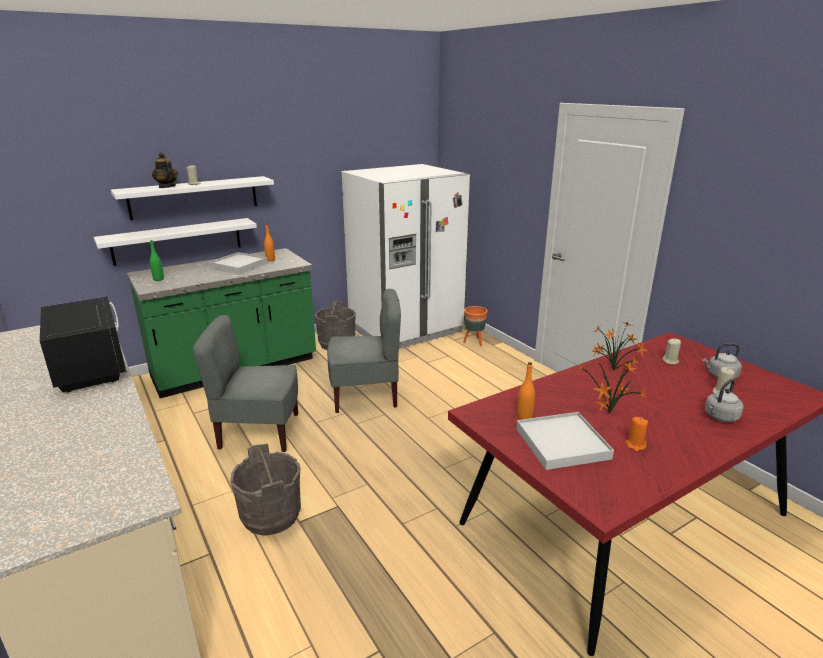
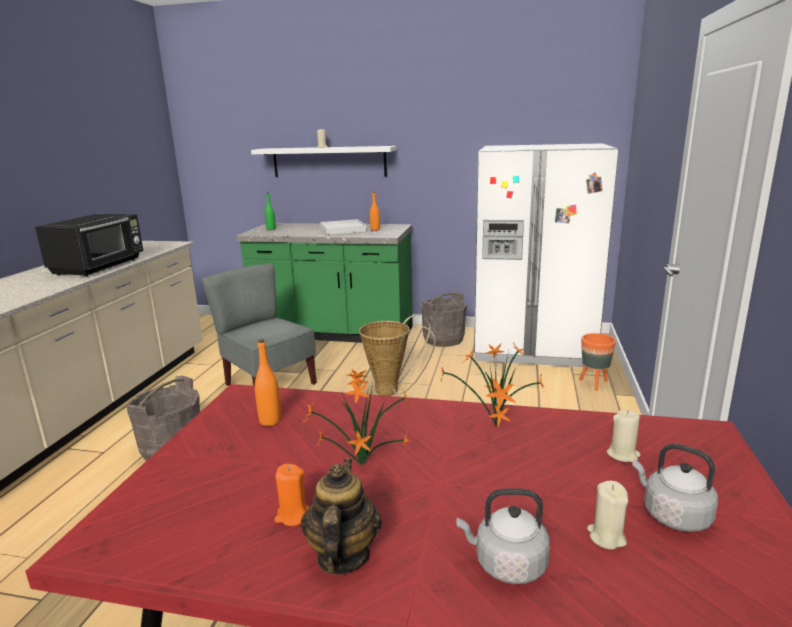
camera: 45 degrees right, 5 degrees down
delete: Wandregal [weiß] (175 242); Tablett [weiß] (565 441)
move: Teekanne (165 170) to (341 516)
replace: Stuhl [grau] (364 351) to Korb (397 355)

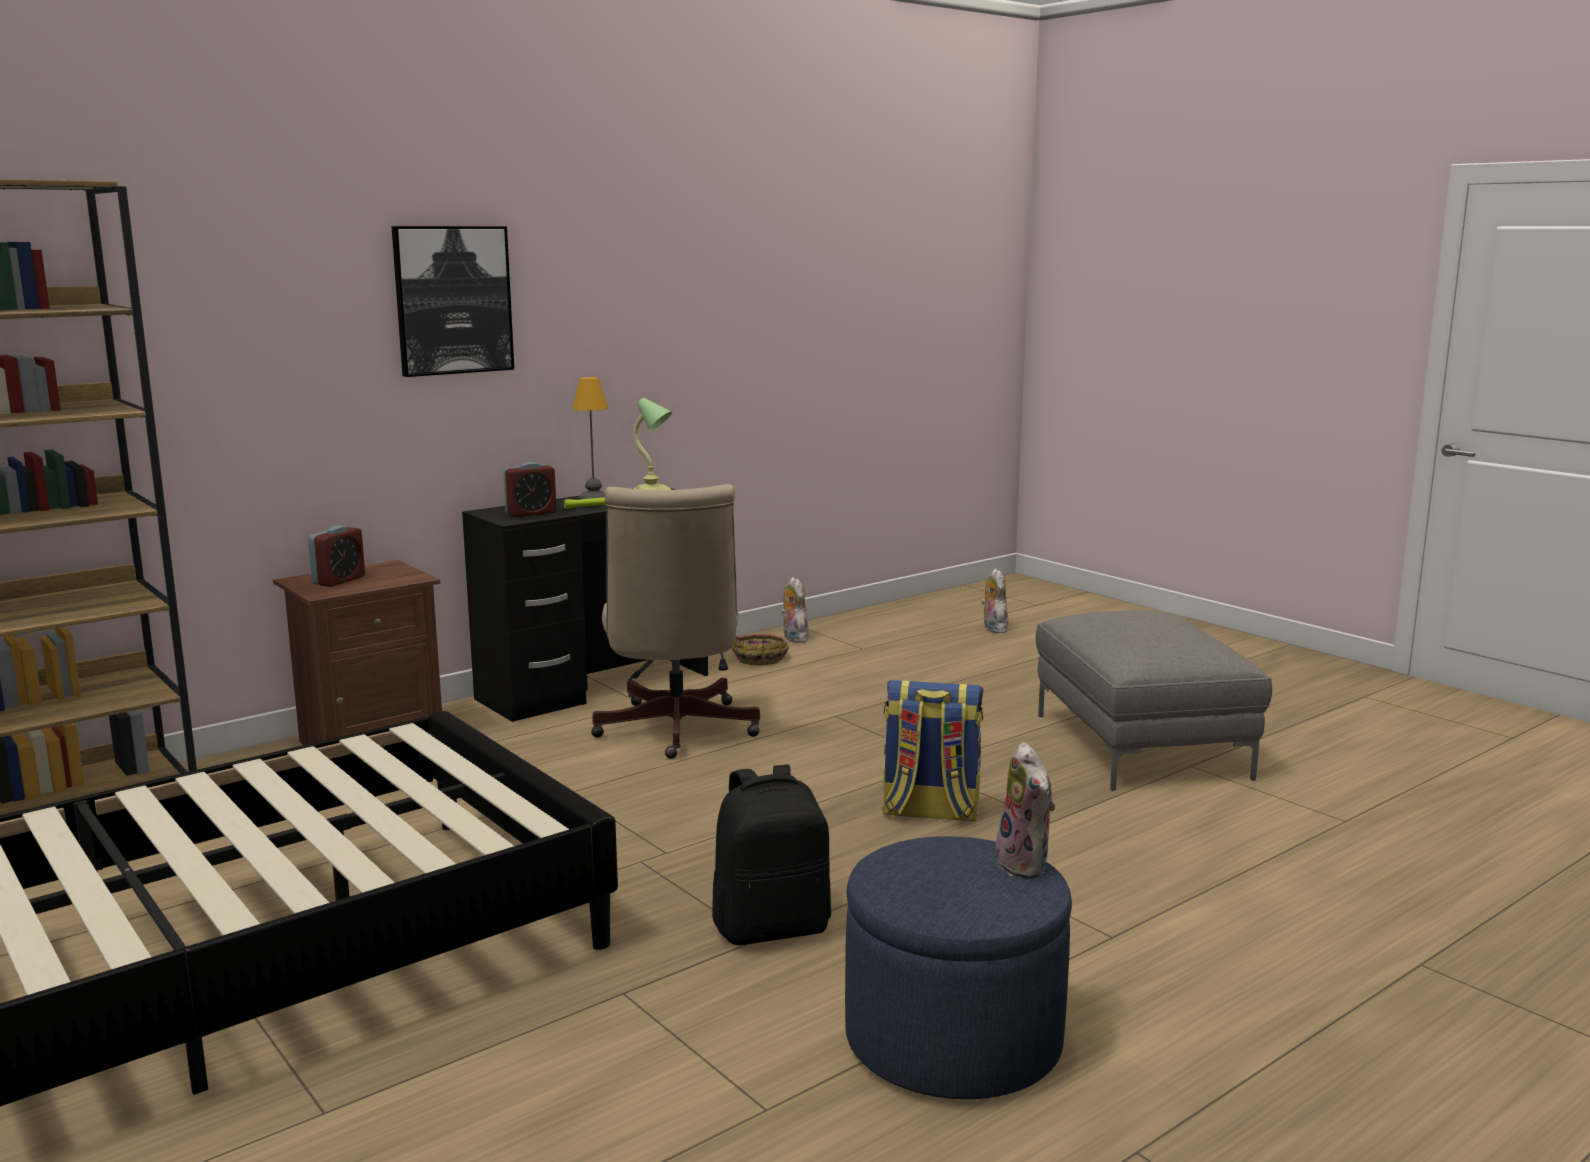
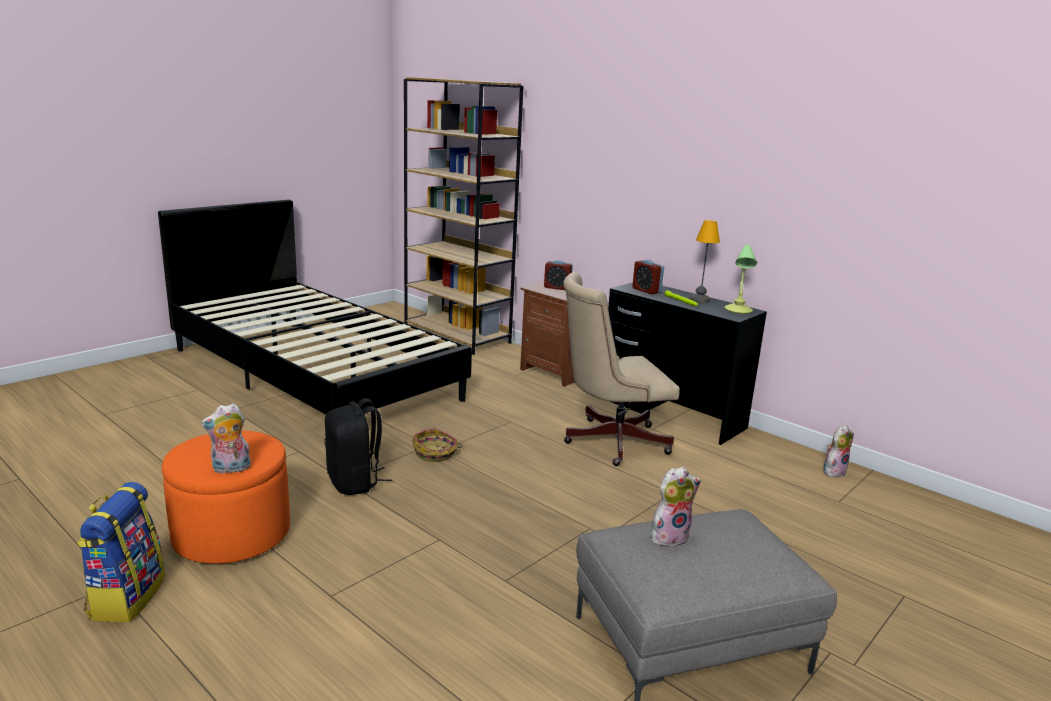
camera: 80 degrees right, 5 degrees up
delete: Bild (453 301)
move: Plüschtier (994 601) to (676 507); Korb (760 650) to (437 445); Rucksack (932 751) to (121 552)
recolor: Polsterhocker [blau] (958 967) to Polsterhocker [orange] (226 497)

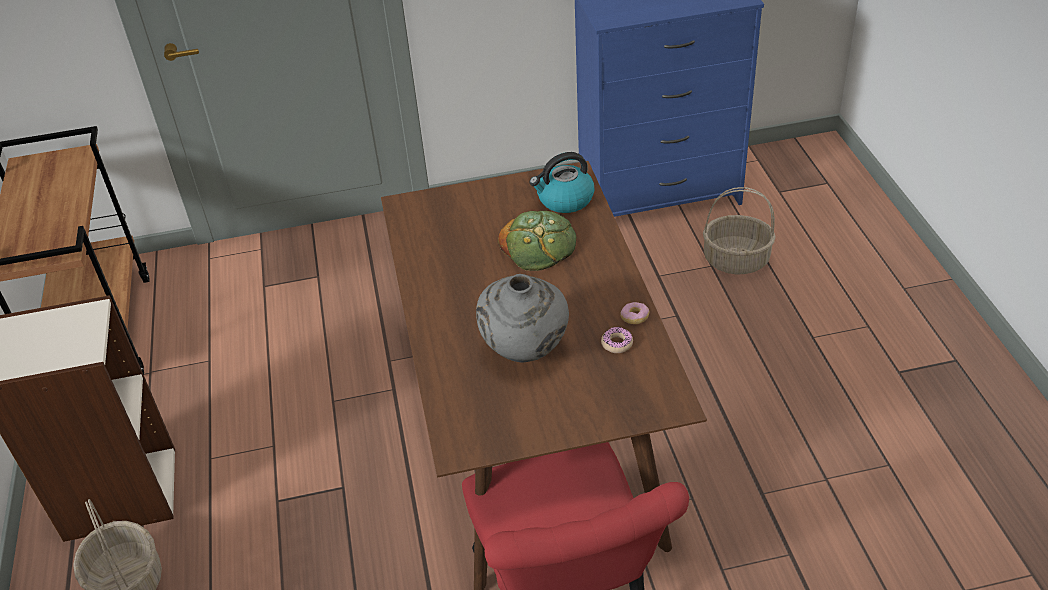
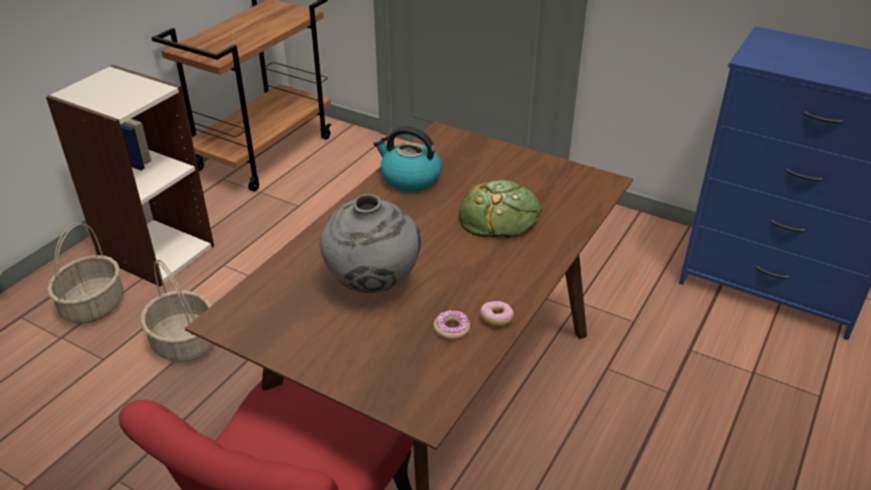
camera: 40 degrees right, 5 degrees down
move: Wasserkessel (561 182) to (407 159); Korb (739 231) to (177 311)

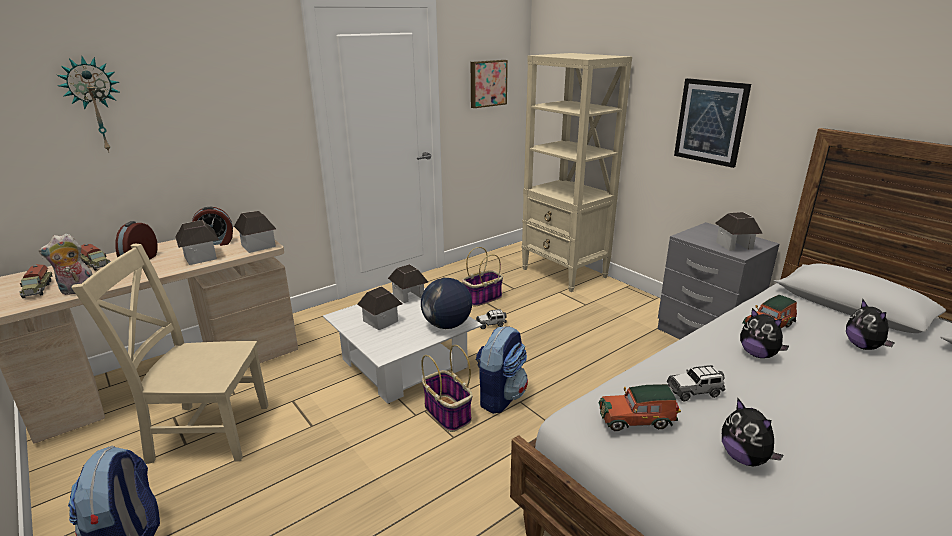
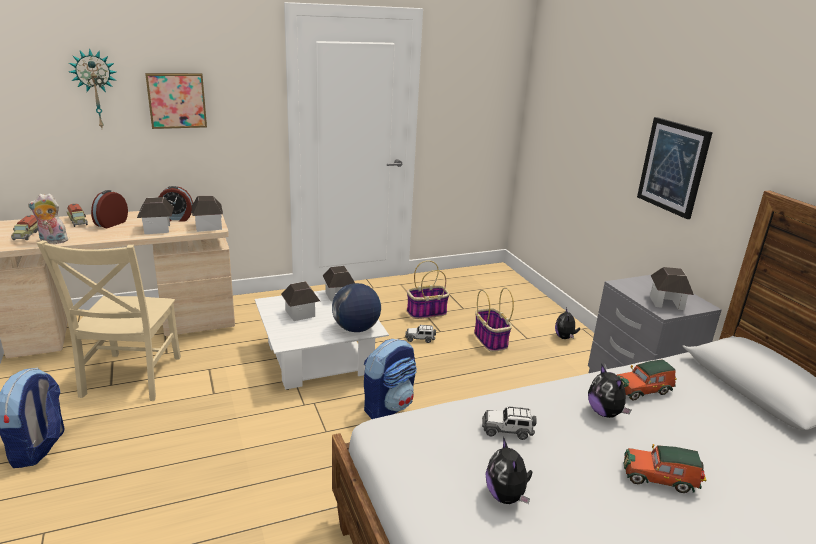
camera: 15 degrees right, 0 degrees up
delete: Bücherregal [beige] (576 172)
move: Bild (489 84) to (176 101); Plüschtier (870 324) to (567 323); Korb (447 388) to (494 320); Spielzeugauto (639 407) to (665 468)
rotate: Stuhl [beige] (170 353) = (109 320) 105 degrees counterclockwise

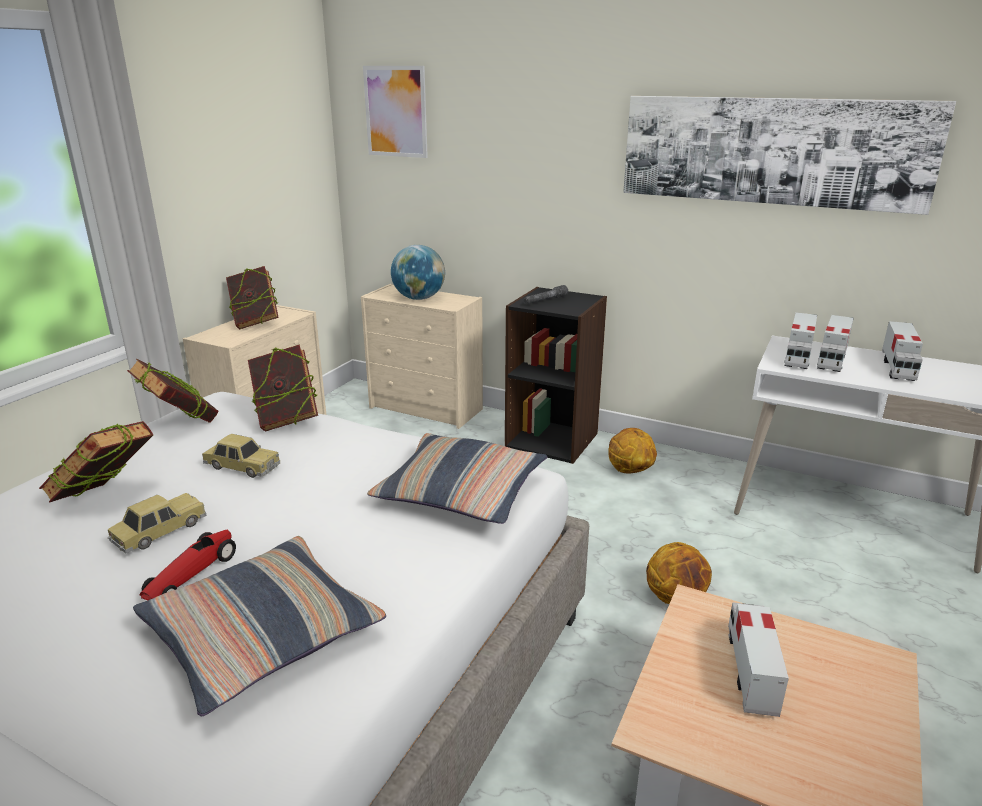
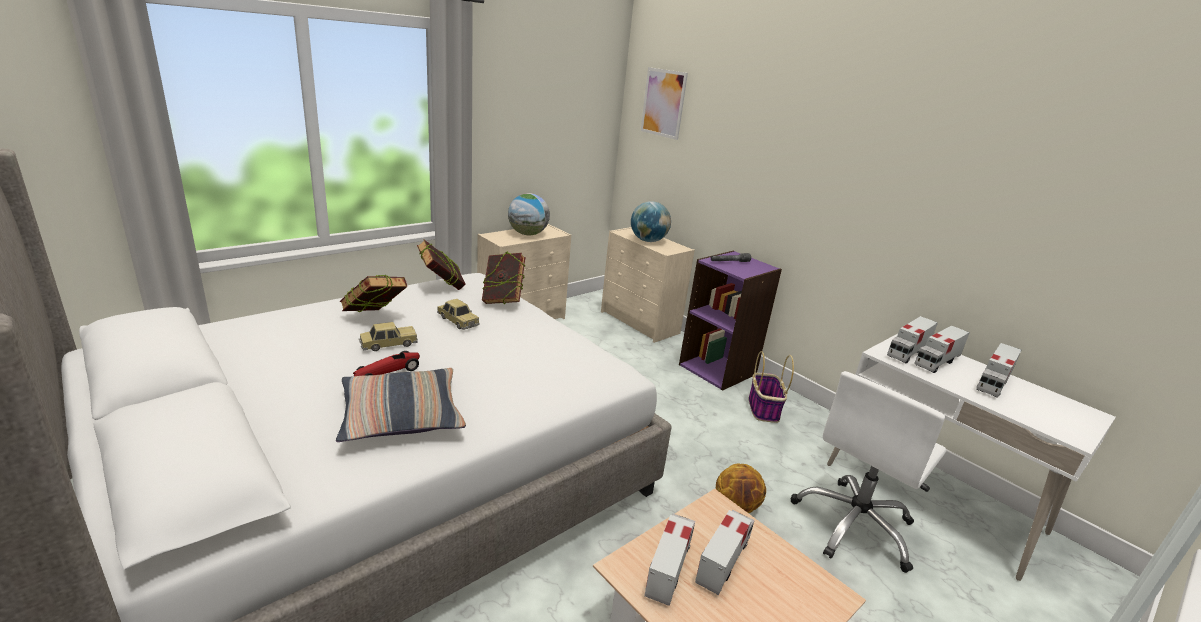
camera: 20 degrees right, 0 degrees up
delete: Bild (789 155); Kissen (457 478)
insert: Bürostuhl [weiß] (868 472); Spielzeuglaster (669 560)
replace: Buch (252 297) to Globus (529 214); Basketball (632 451) to Korb (771 387)
recolor: Bücherregal [schwarz] (556 375) to Bücherregal [lila] (730 321)

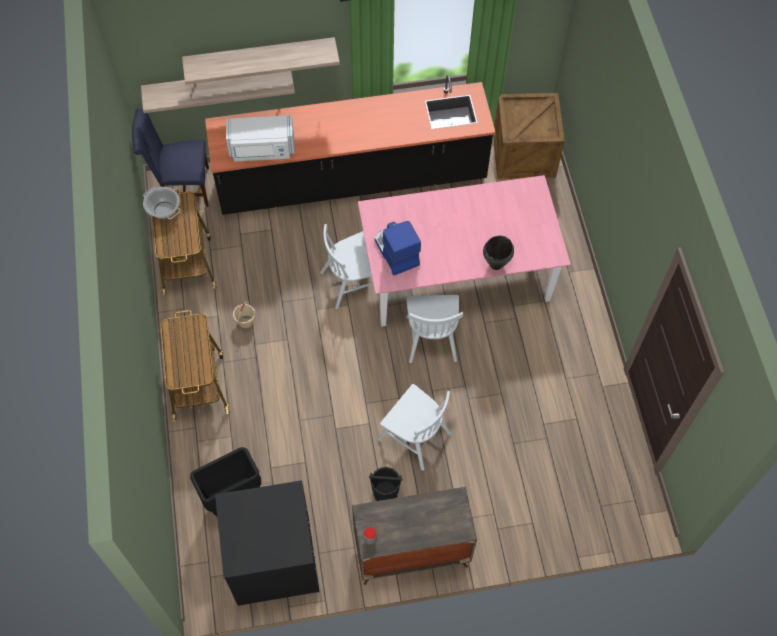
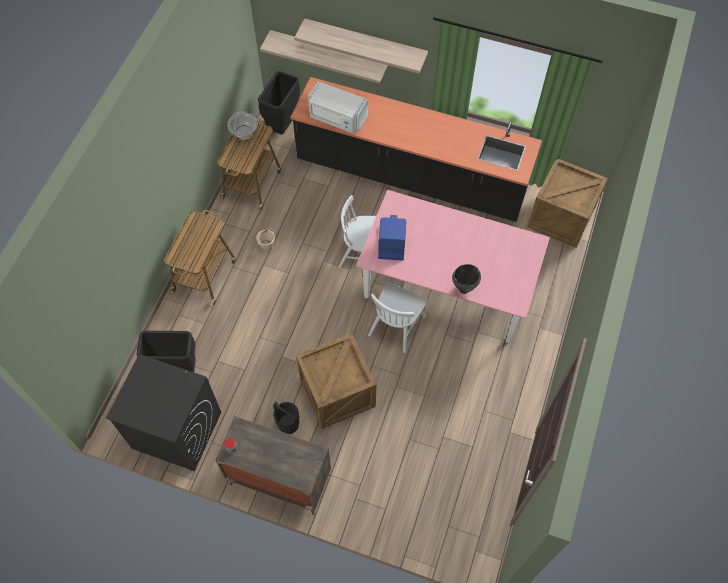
camera: 30 degrees right, 0 degrees up
replace: Stuhl [blau] (170 157) to Mülleimer [schwarz] (279 102); Stuhl [weiß] (415 427) to Kiste (336 381)

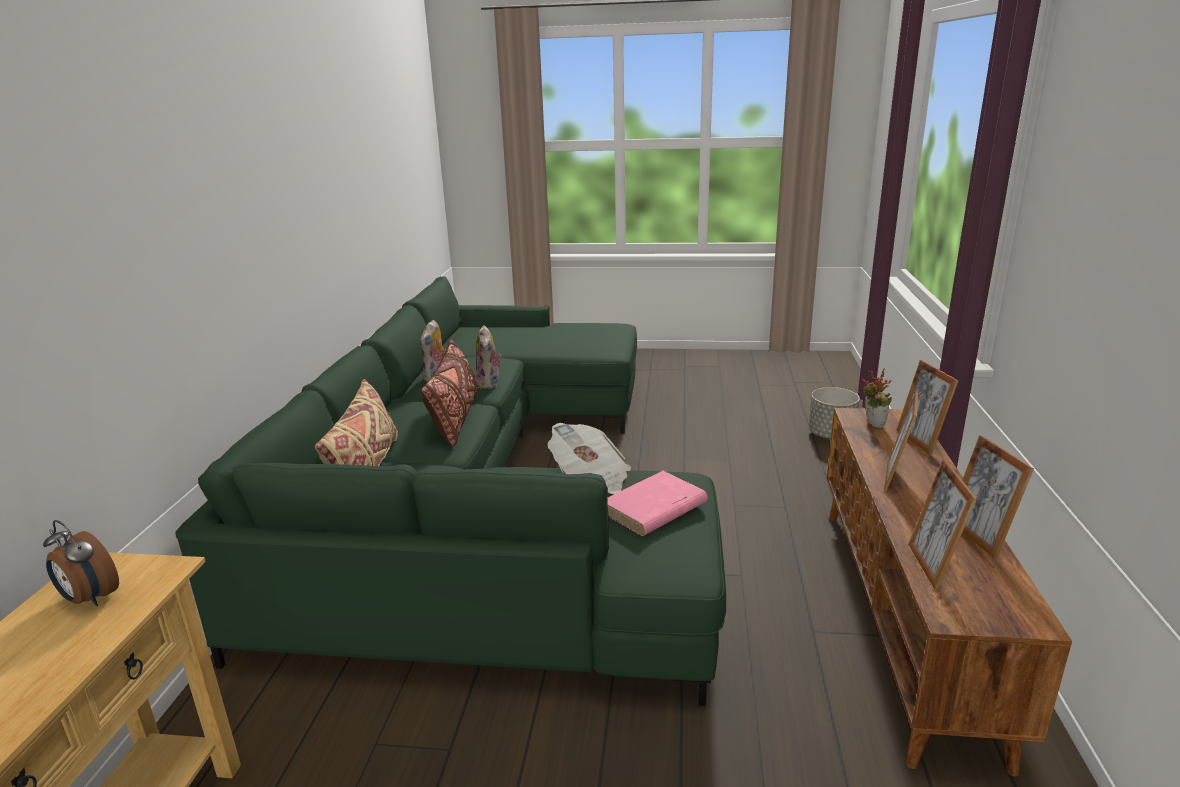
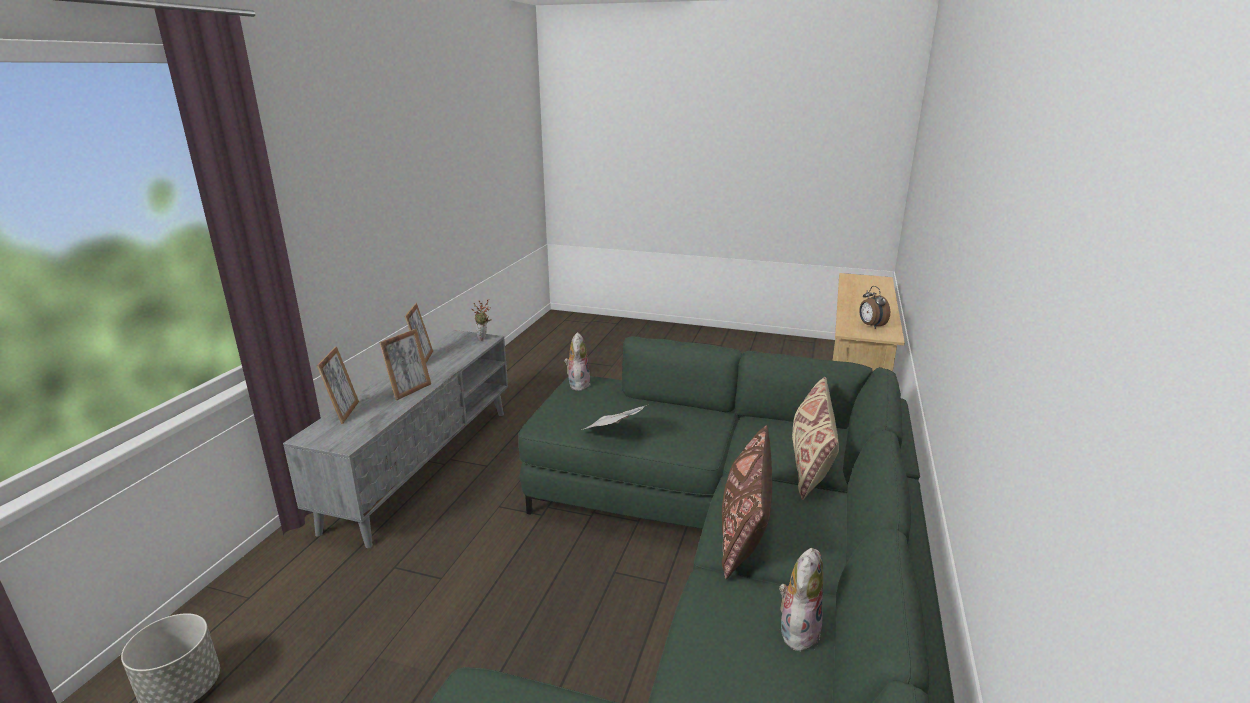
camera: 170 degrees left, 0 degrees up
delete: Bilderrahmen (942 524); Buch [rosa] (657 503)
move: Plüschtier (489 357) to (577 361); Topfpflanze (877 398) to (481 320)
recolor: Fernsehschrank [braun] (949 592) to Fernsehschrank [grau] (395 439)
rotate: Wecker (81 563) = (874 307) 150 degrees counterclockwise

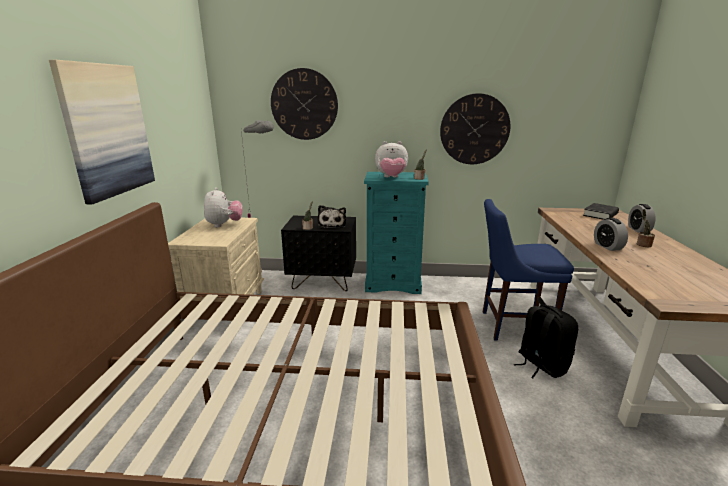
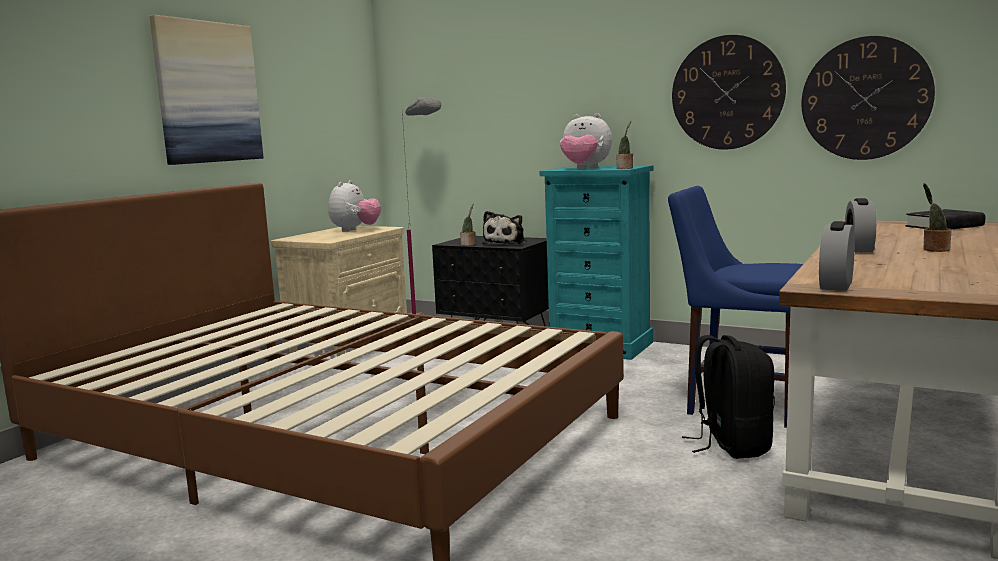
camera: 25 degrees right, 10 degrees down
move: Wanduhr (304 104) to (868 98); Wecker (641 218) to (837 256)

